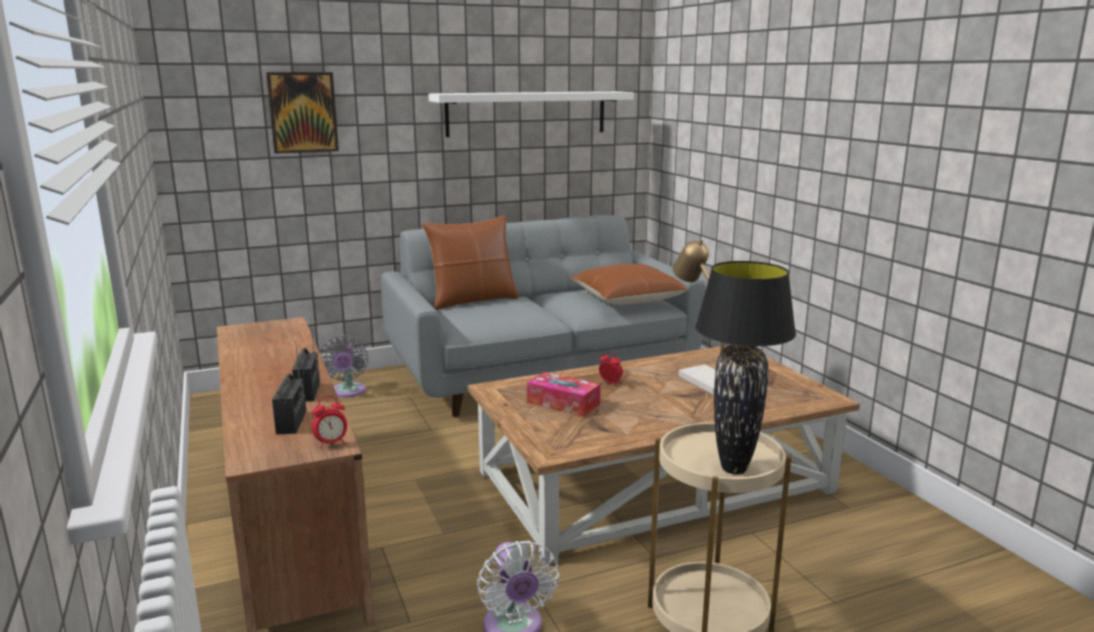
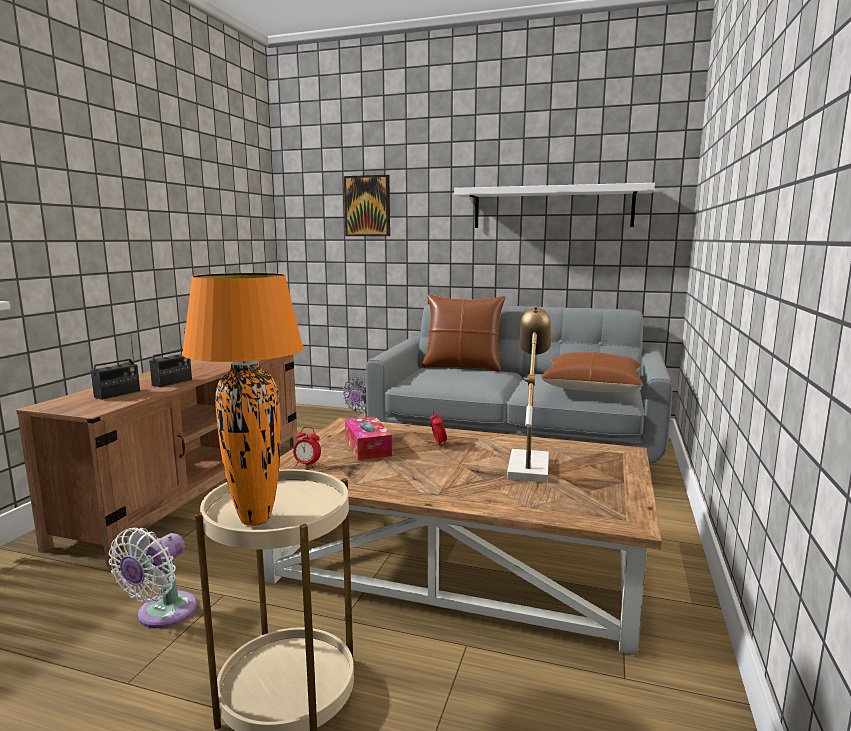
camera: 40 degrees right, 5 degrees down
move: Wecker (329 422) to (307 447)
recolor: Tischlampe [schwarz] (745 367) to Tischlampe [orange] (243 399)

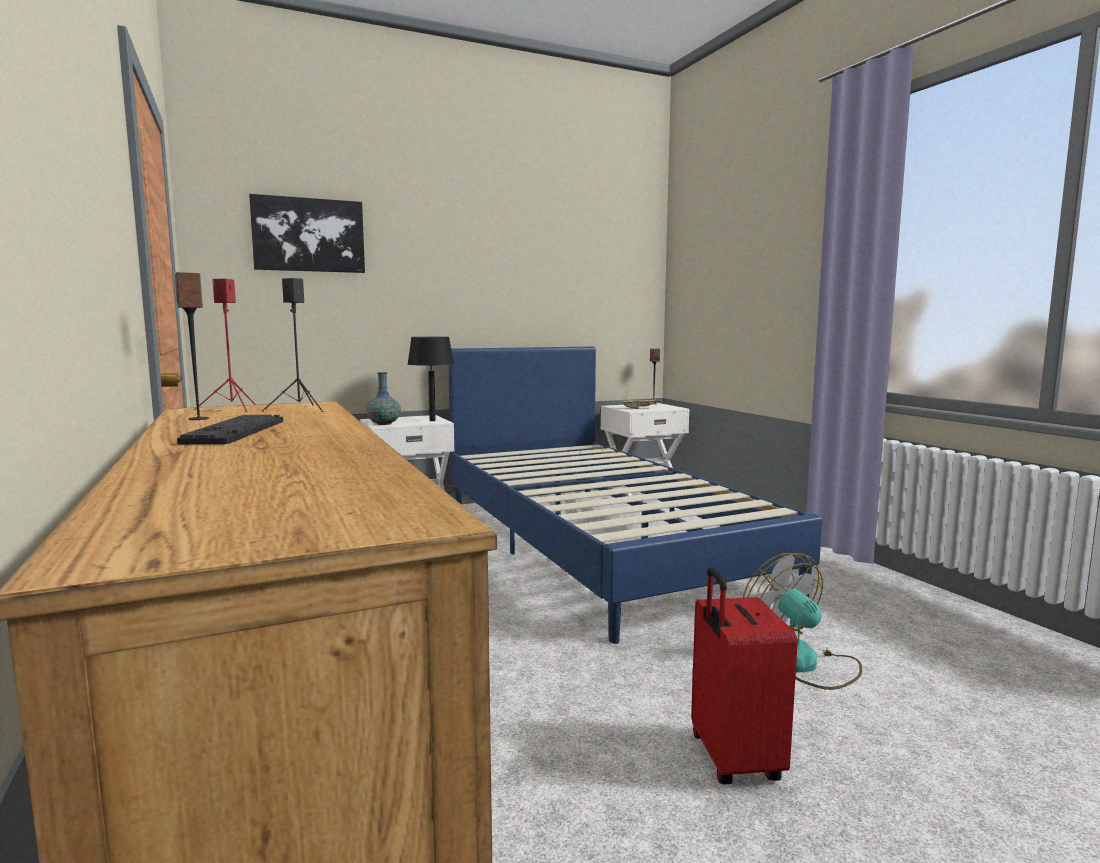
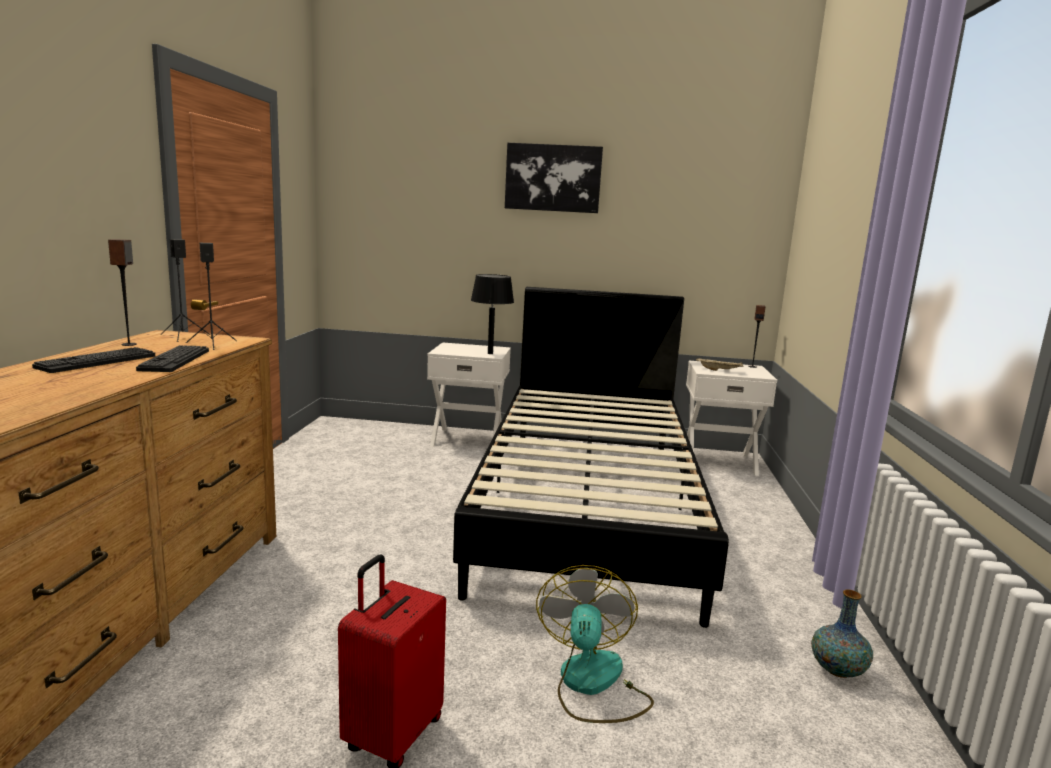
camera: 30 degrees right, 5 degrees up
insert: Tastatur (172 358)
move: Bild (307 233) to (554 178); Vase (383 398) to (842 634)
recolor: Lautsprecher [rot] (225 345) to Lautsprecher [schwarz] (185 290); Bett [blau] (635 495) to Bett [schwarz] (591 457)

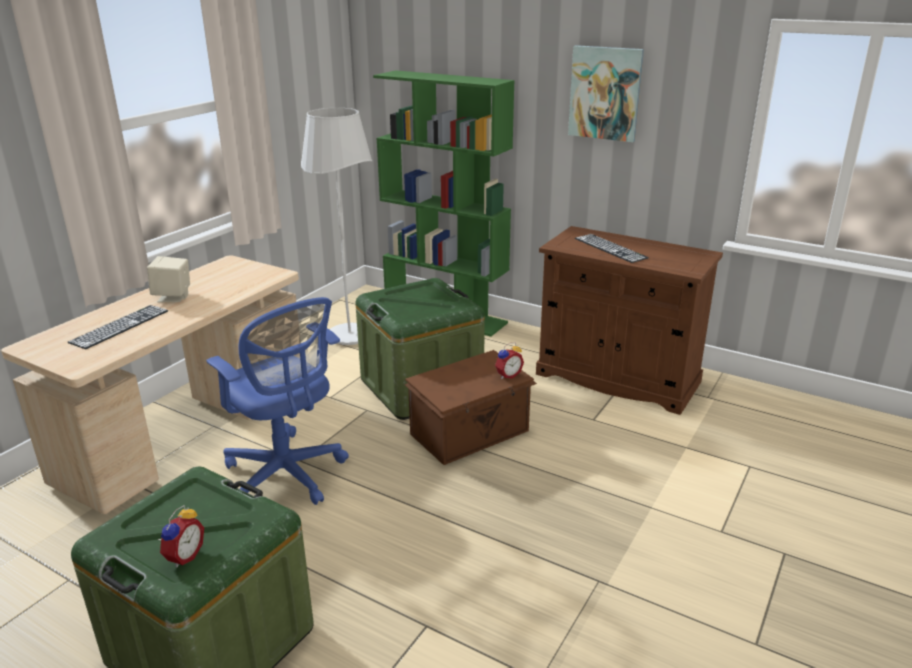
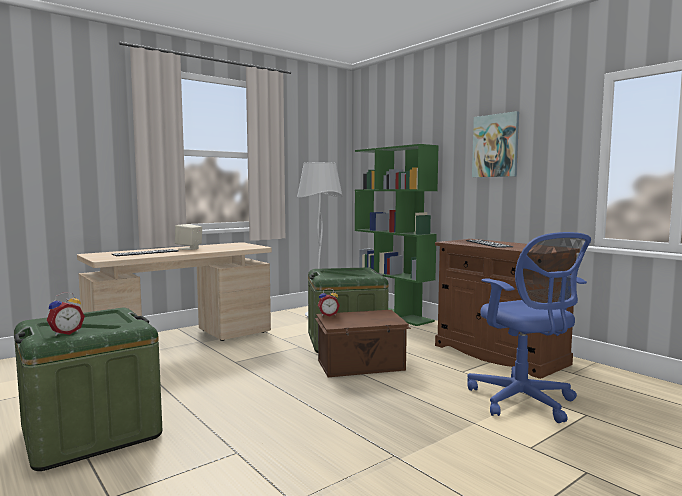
camera: 20 degrees right, 20 degrees down
move: Bürostuhl [blau] (277 401) to (529 327); Wecker (509 361) to (329 302)

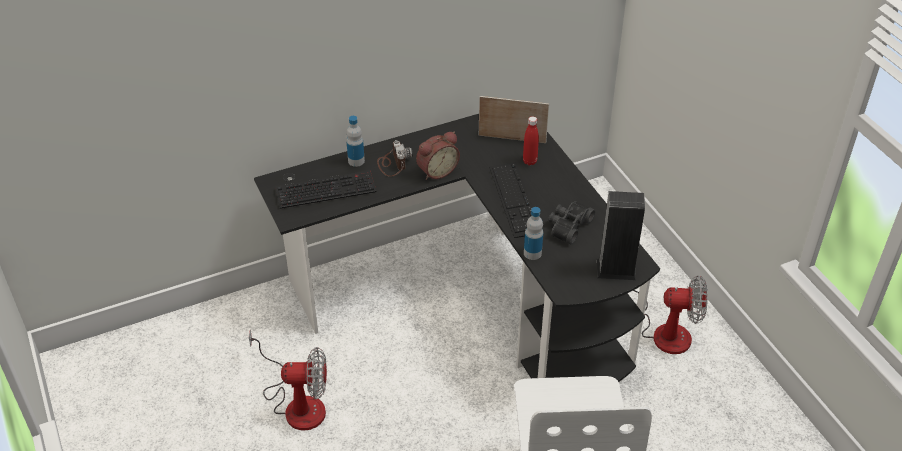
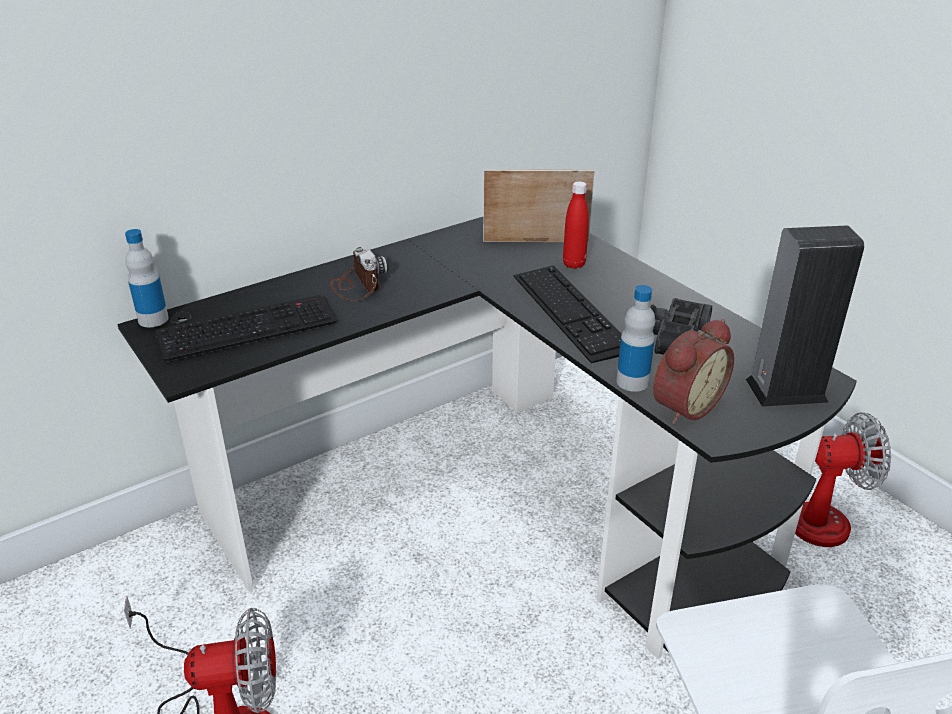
camera: 10 degrees left, 10 degrees down
move: Flasche (355 141) to (147 278); Wecker (438 156) to (693 371)

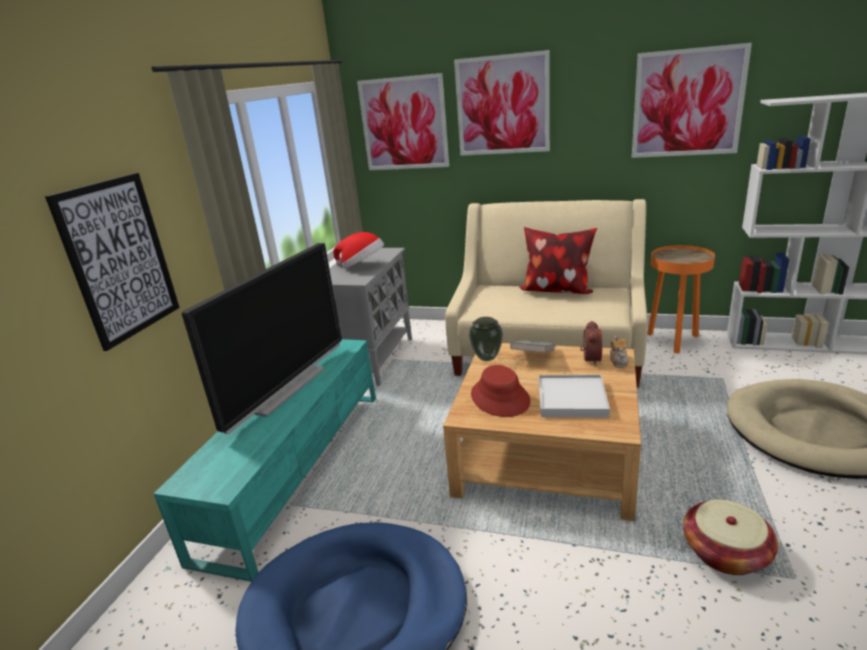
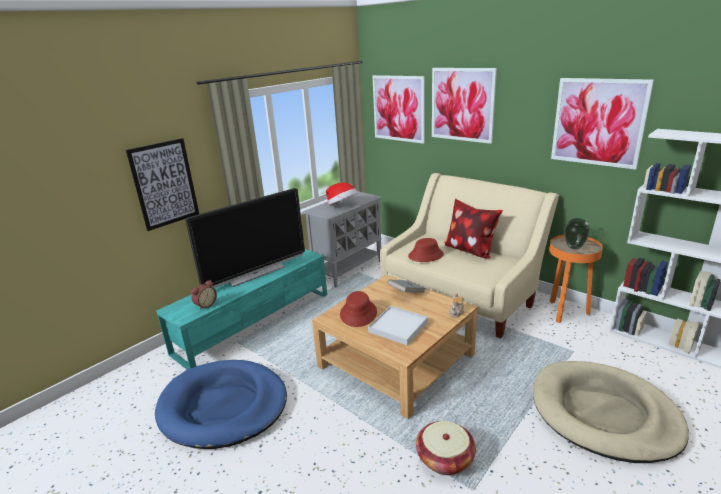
camera: 25 degrees right, 0 degrees up
insert: Hut [rot] (426 250)
move: Vase (486 339) to (577 233); Wecker (591 343) to (204 295)

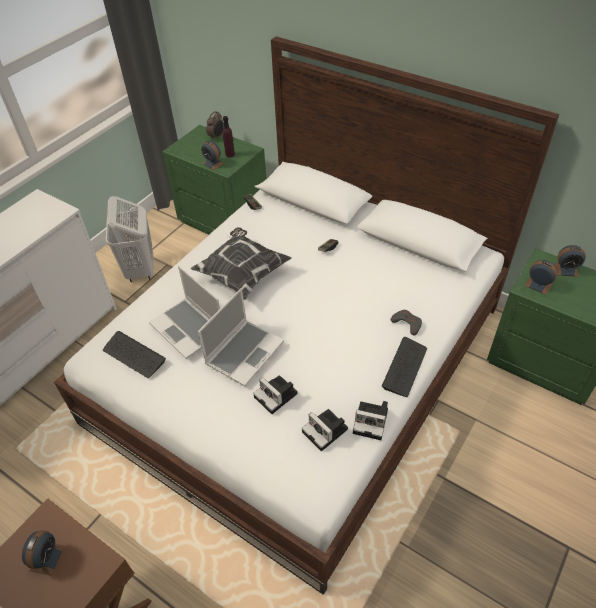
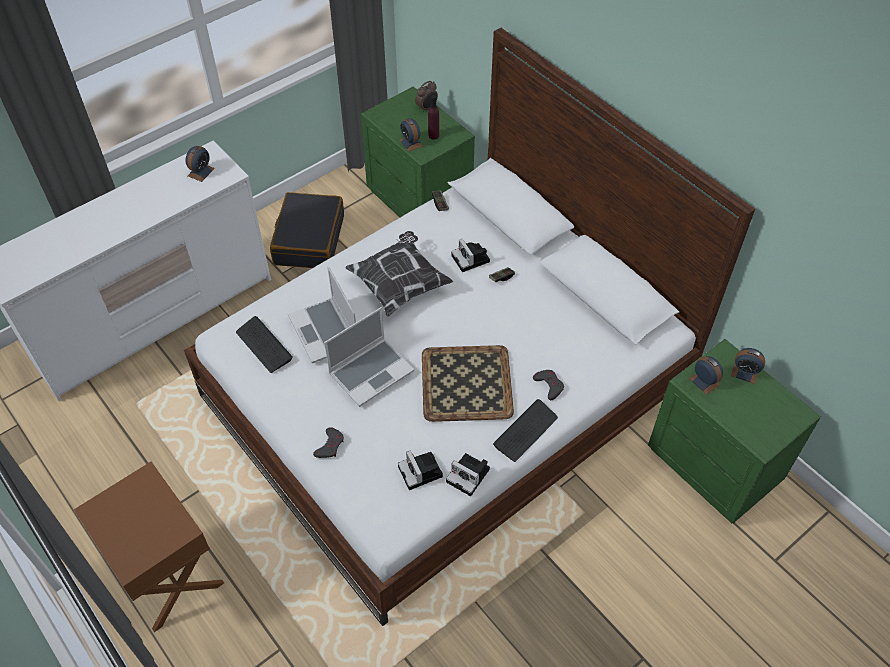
camera: 15 degrees right, 5 degrees up
insert: Tablett (468 383); Gamepad [grau] (328 442)
move: Kamera (275 394) to (470 255); Wecker (43 553) to (200 164)
replace: Wäschekorb [weiß] (130 239) to Koffer [schwarz] (307 230)

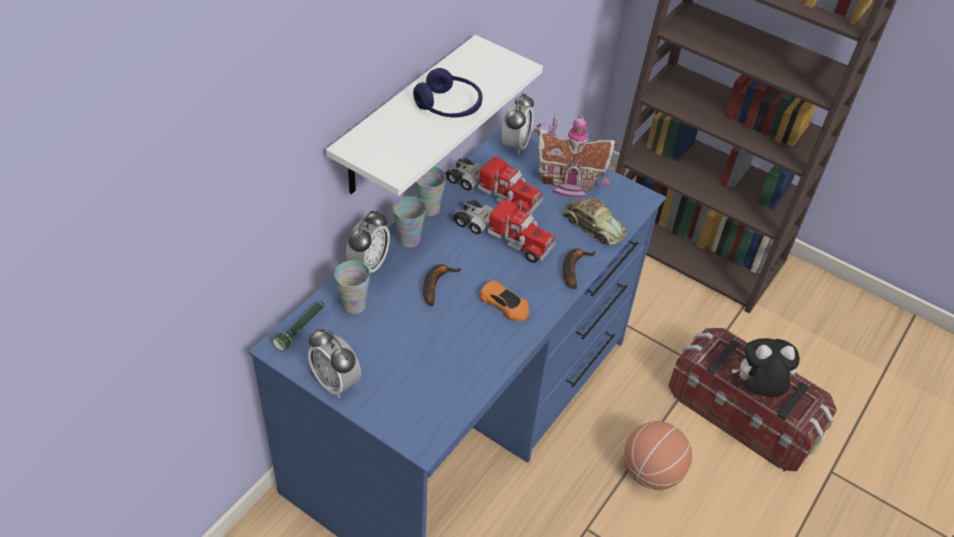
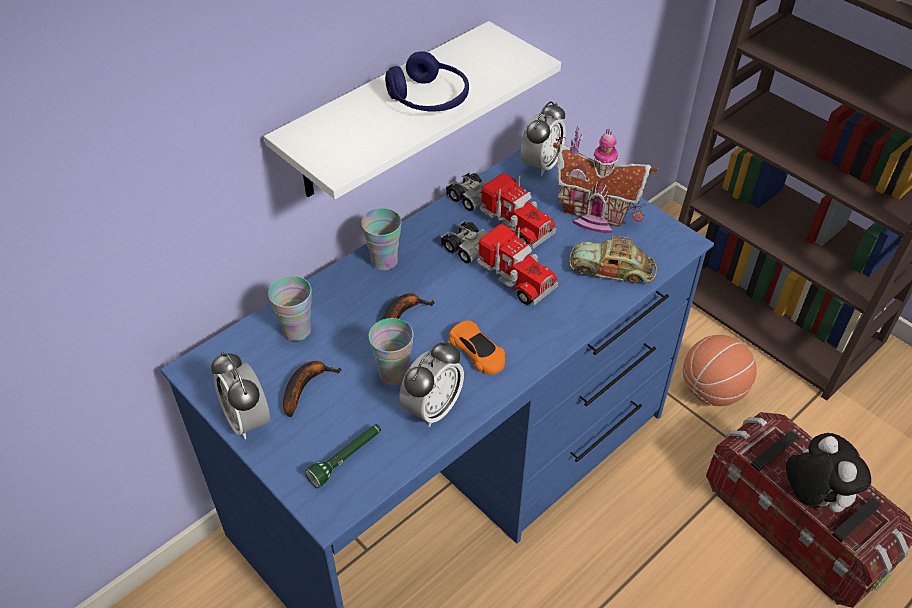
camera: 15 degrees right, 0 degrees up
move: Tasse (430 191) to (391 351); Wecker (367 241) to (431 384); Banane (579 268) to (312 389); Taschenlampe [grün] (298 326) to (343 456); Basketball (658 455) to (719 370)
rotate: Spielzeugauto (594 220) = (613 260) 135 degrees clockwise; Plüschtier (766 367) = (828 472) 60 degrees clockwise

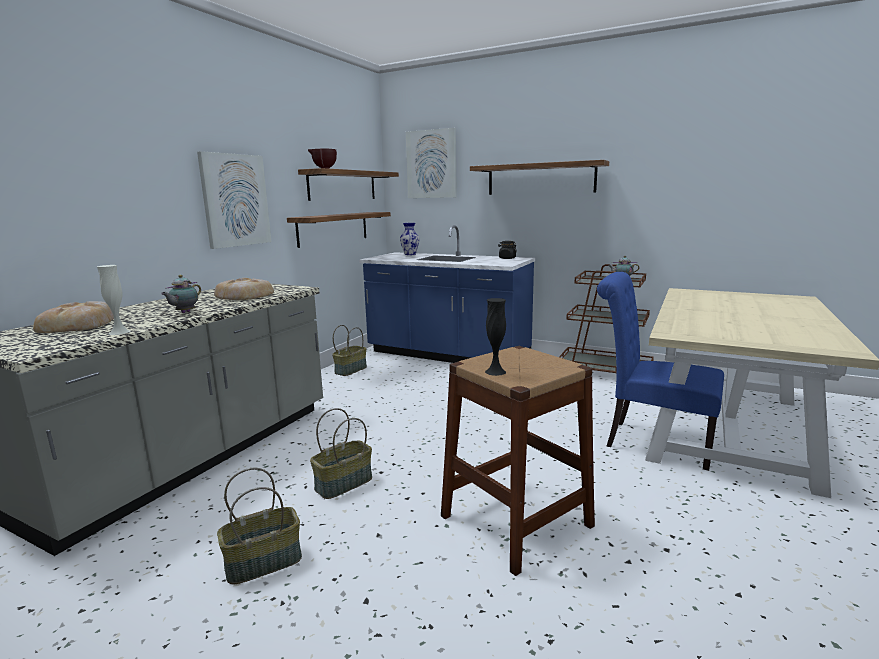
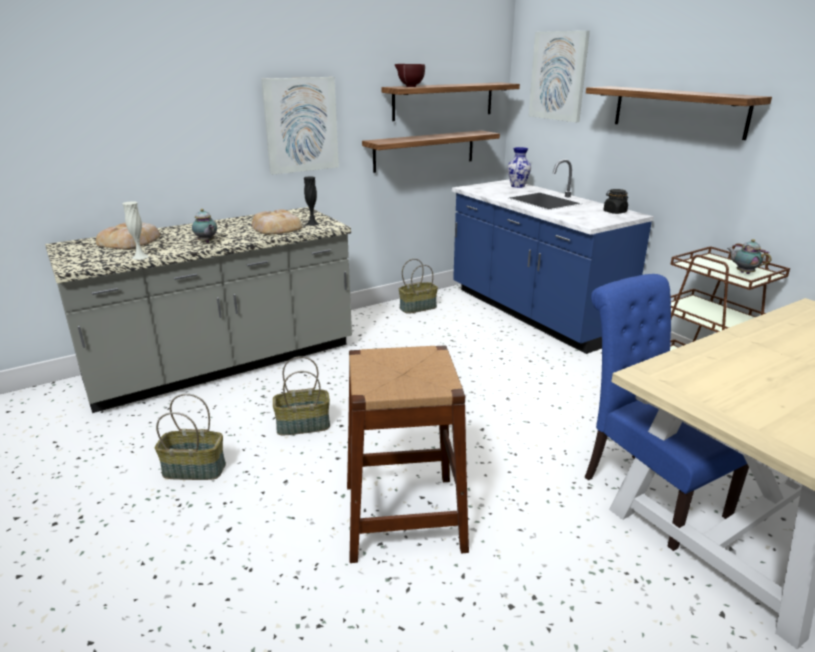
camera: 30 degrees right, 10 degrees up
move: Vase [schwarz] (495 337) to (311 201)
rotate: Teekanne (181 294) = (204 226) 90 degrees counterclockwise

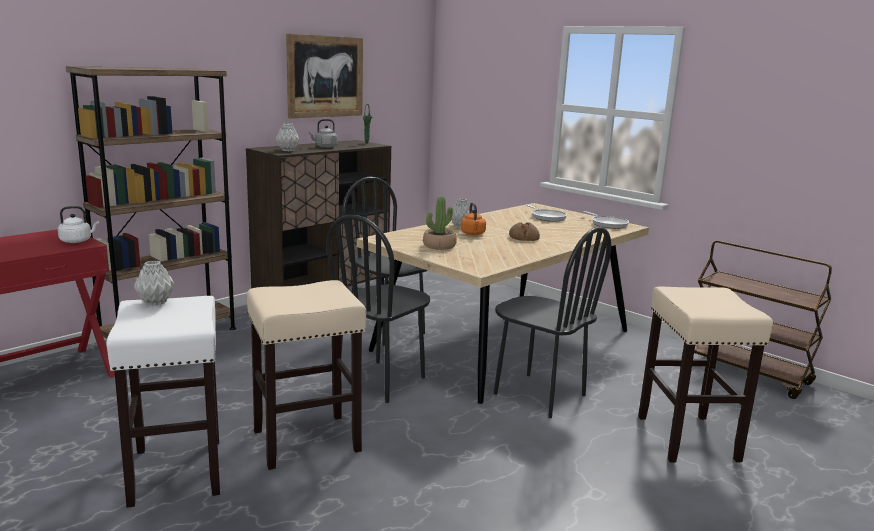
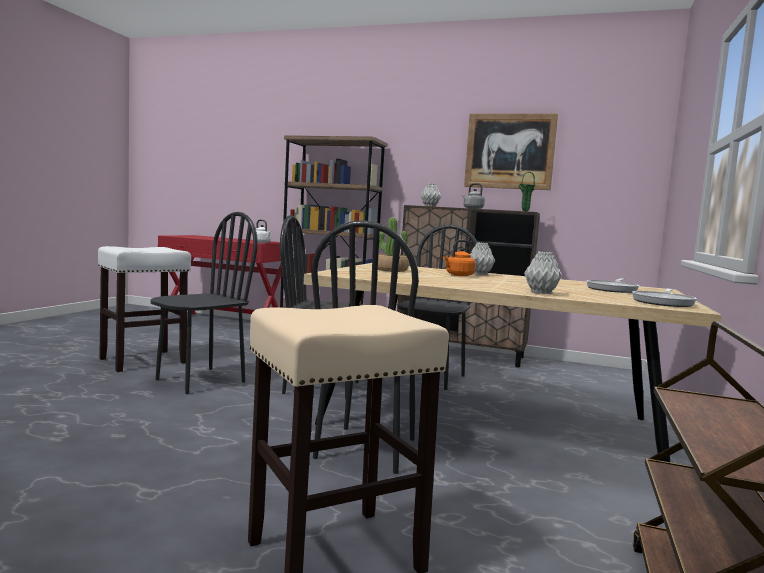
camera: 65 degrees right, 10 degrees down
delete: Brot (524 231)
move: Vase [grau] (154 283) to (543 272)
replace: Hocker [beige] (306 375) to Stuhl [schwarz] (204 303)

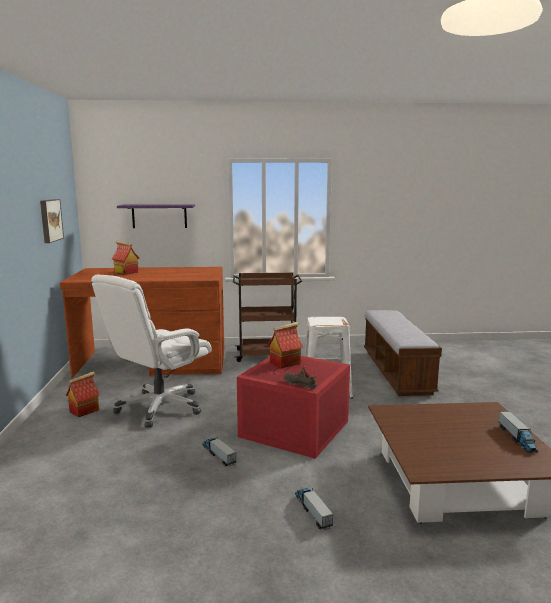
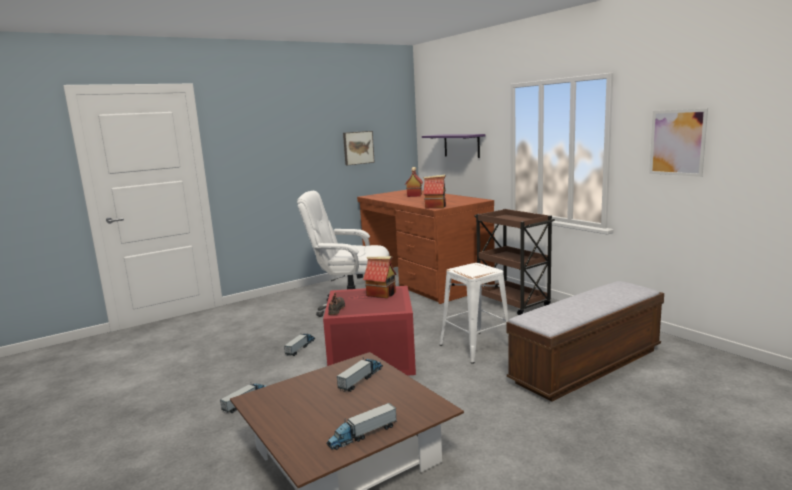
camera: 60 degrees right, 0 degrees up
insert: Bild (678 143); Spielzeuglaster (360 375)
move: Spielzeughaus (82 394) to (434 191)

